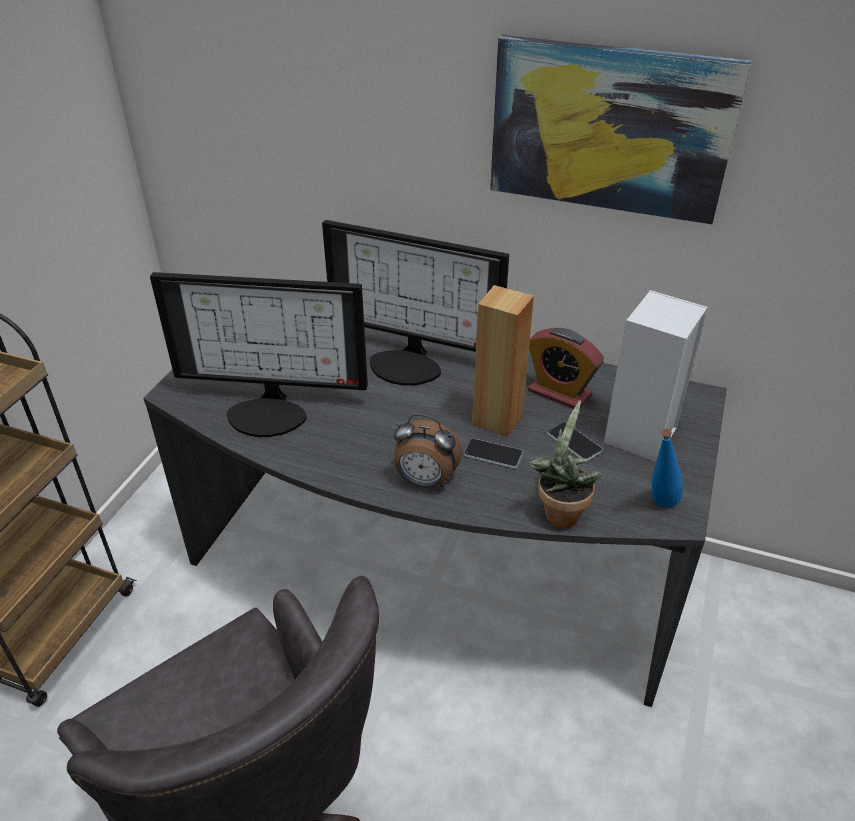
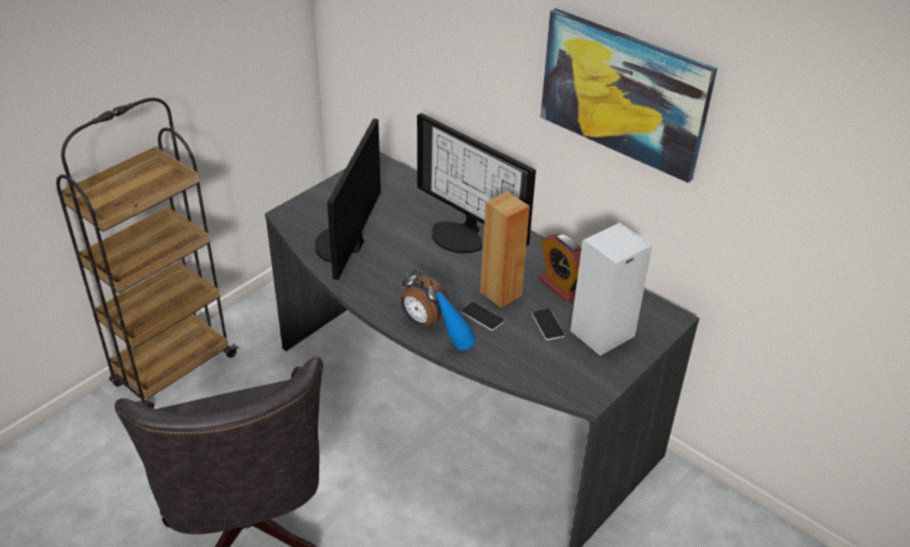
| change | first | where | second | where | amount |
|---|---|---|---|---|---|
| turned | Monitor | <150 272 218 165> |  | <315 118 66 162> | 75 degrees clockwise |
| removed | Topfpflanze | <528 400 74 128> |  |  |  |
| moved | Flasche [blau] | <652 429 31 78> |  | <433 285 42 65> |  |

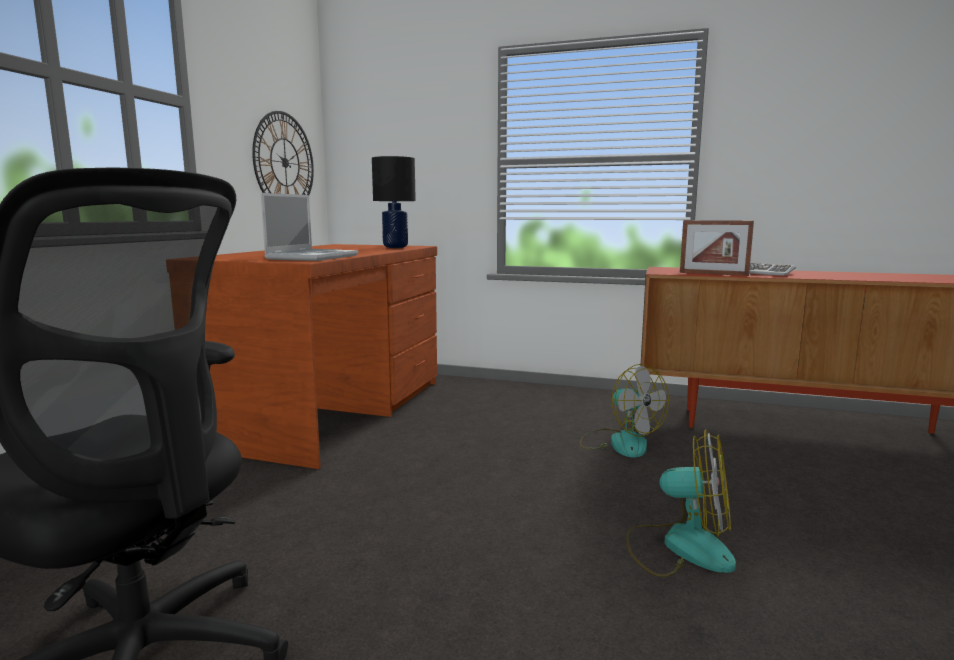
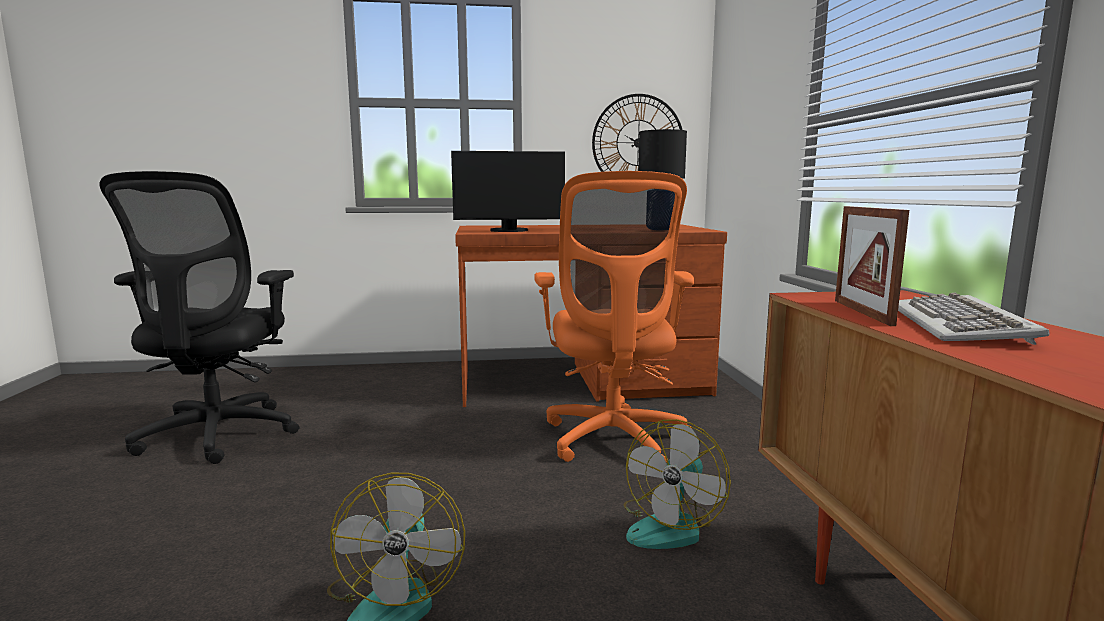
| change | first | where | second | where | amount |
|---|---|---|---|---|---|
| replaced | Laptop | <261 193 97 68> | Monitor | <451 151 114 81> |  |
| added |  |  | Bürostuhl [orange] | <534 171 160 292> |  |

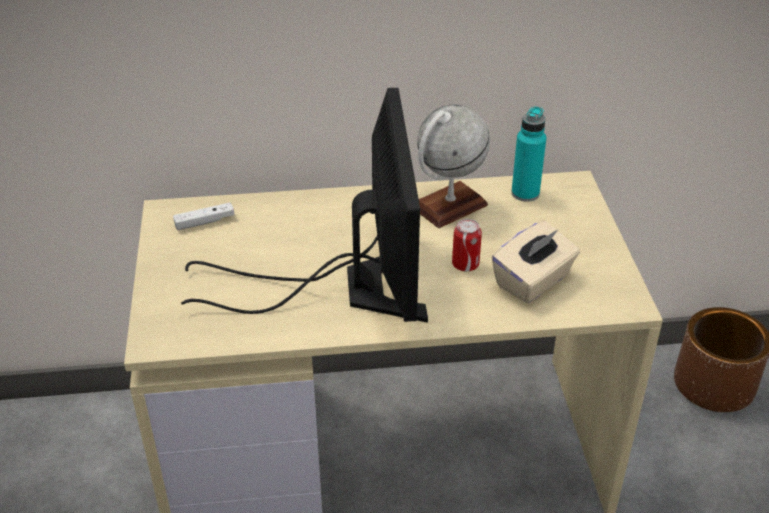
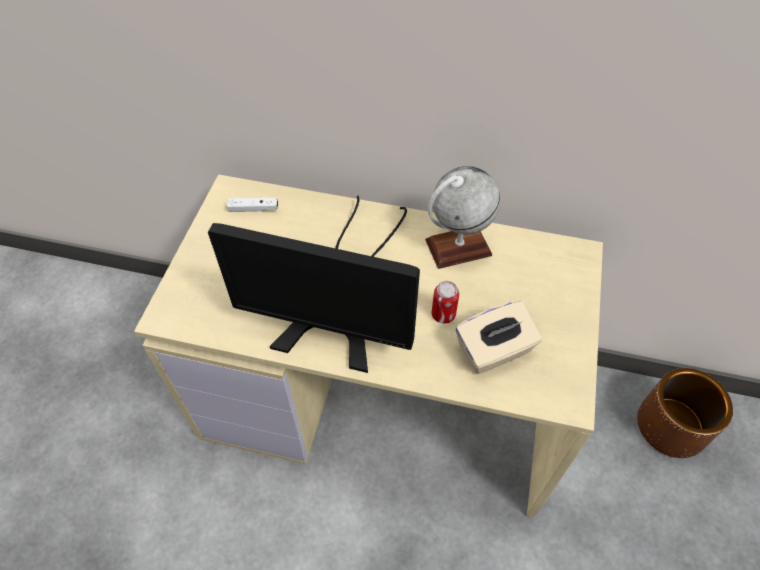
| change | first | where | second | where | amount |
|---|---|---|---|---|---|
| turned | Monitor | <181 88 247 235> |  | <208 196 212 177> | 90 degrees clockwise |
| removed | Flasche [türkis] | <511 106 35 96> |  |  |  |

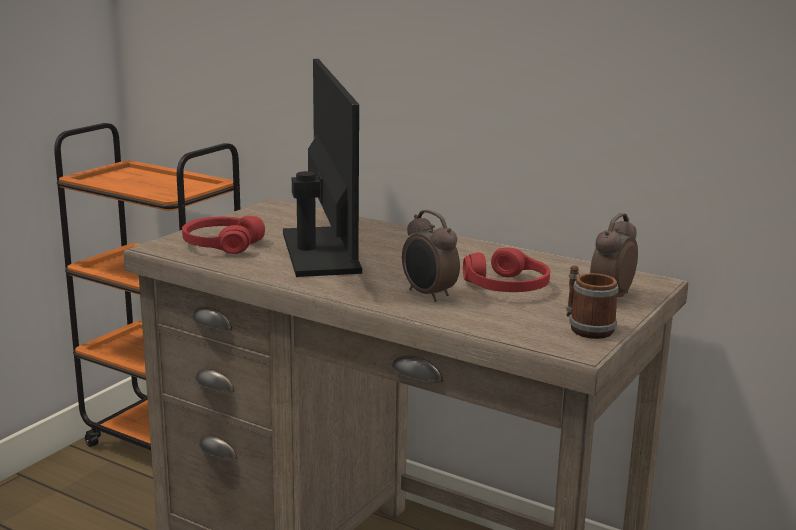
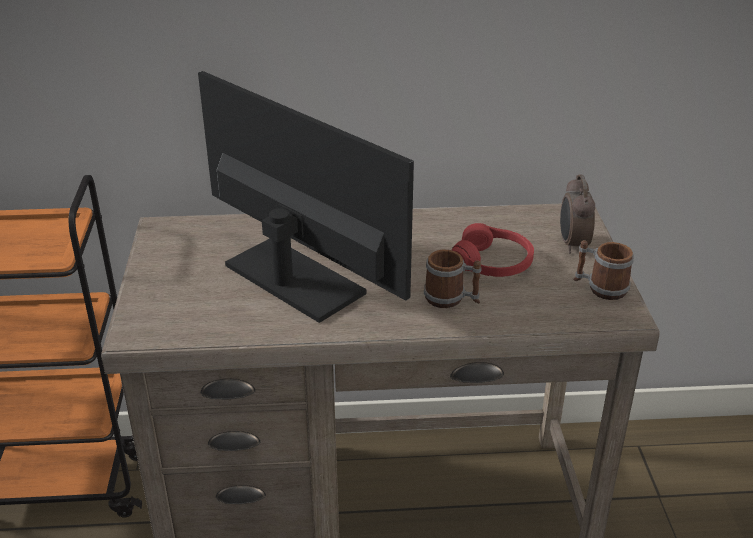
| change | first | where | second | where | amount |
|---|---|---|---|---|---|
| removed | Kopfhörer [rot] | <182 216 83 38> |  |  |  |
| replaced | Wecker | <402 210 58 92> | Henkelbecher | <424 250 58 58> |  |

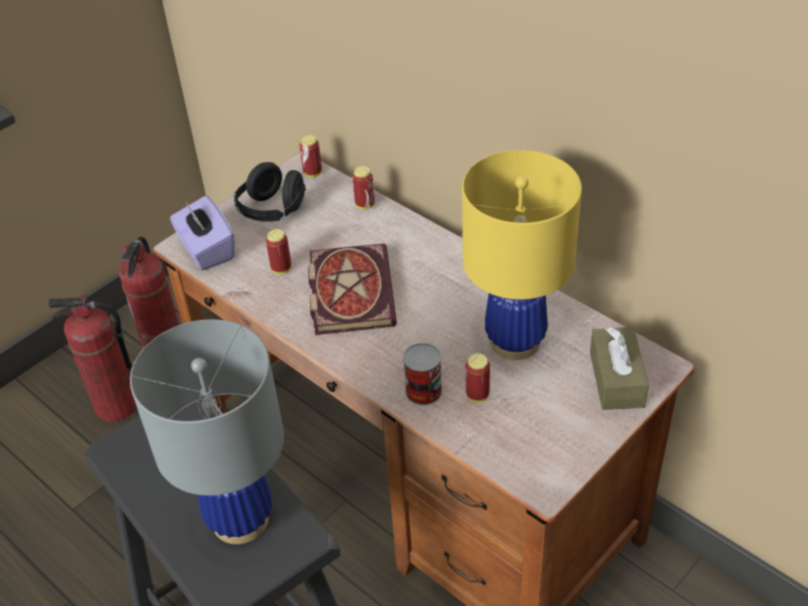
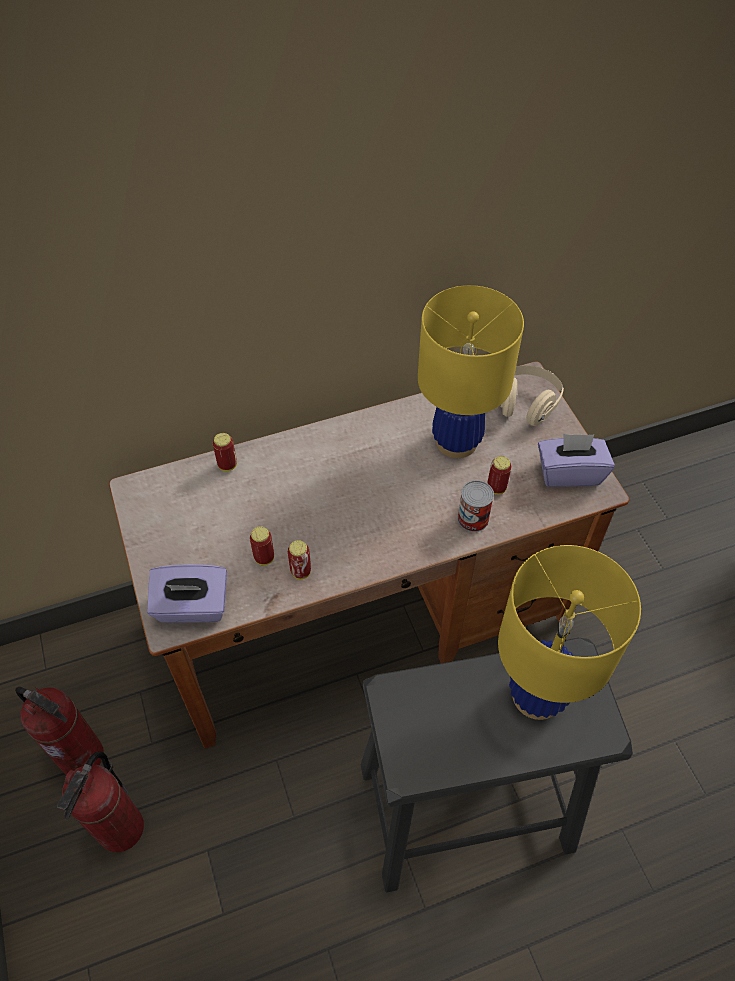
| change | first | where | second | where | amount |
|---|---|---|---|---|---|
| recoloured | Tischlampe [grau] | <130 319 154 225> | Tischlampe [gelb] | <498 545 143 175> |  |
| removed | Kopfhörer [schwarz] | <234 162 72 60> |  |  |  |
| moved | Dose | <299 135 23 42> |  | <288 540 23 40> |  |
| removed | Buch | <308 243 89 92> |  |  |  |
| replaced | Taschentuchbox [braun] | <590 327 59 83> | Kopfhörer [beige] | <500 365 64 61> |  |
| added |  |  | Taschentuchbox [lila] | <538 434 77 53> |  |

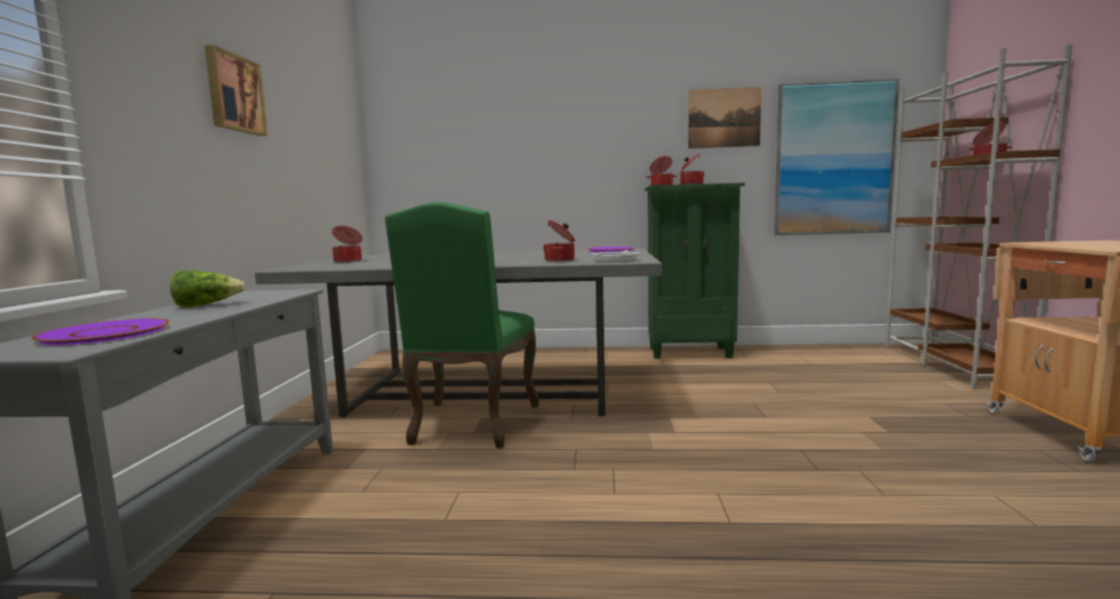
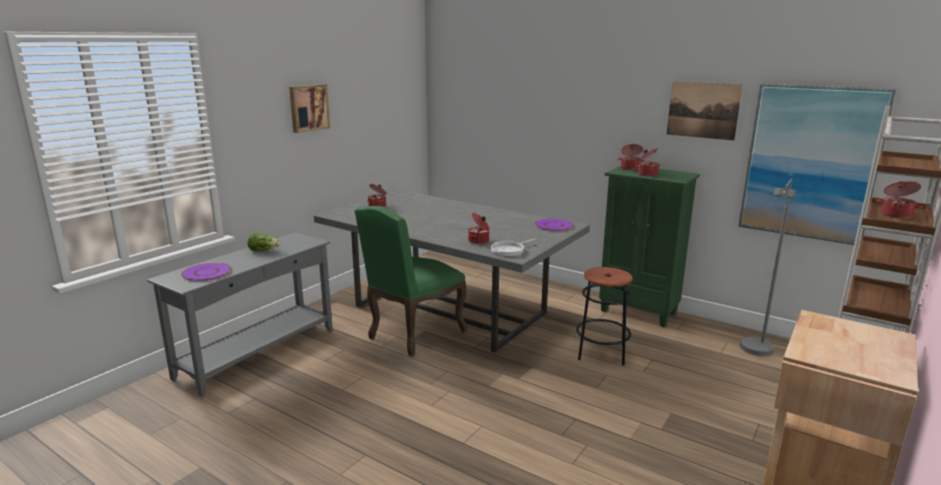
| change | first | where | second | where | amount |
|---|---|---|---|---|---|
| added |  |  | Hocker [schwarz] | <576 267 57 99> |  |
| added |  |  | Stehlampe [grau] | <740 179 56 178> |  |

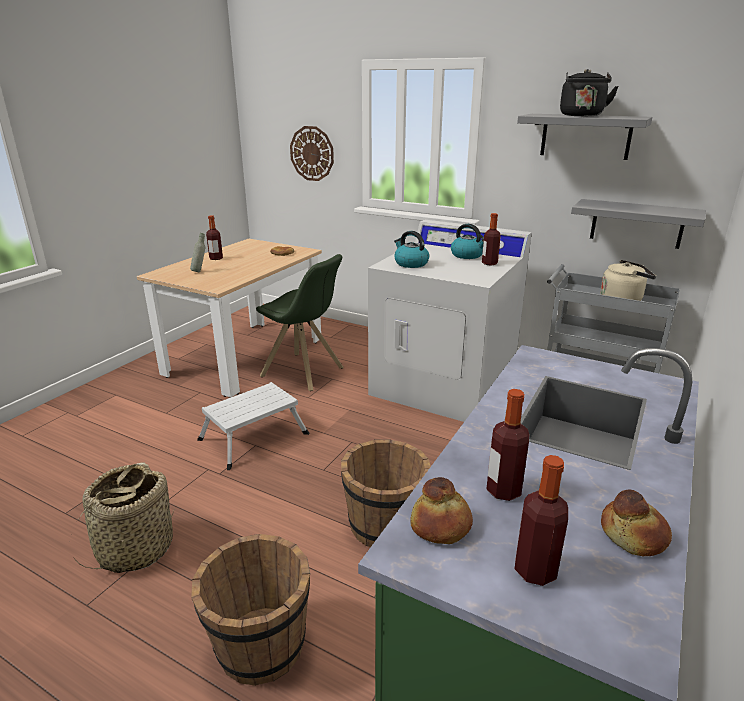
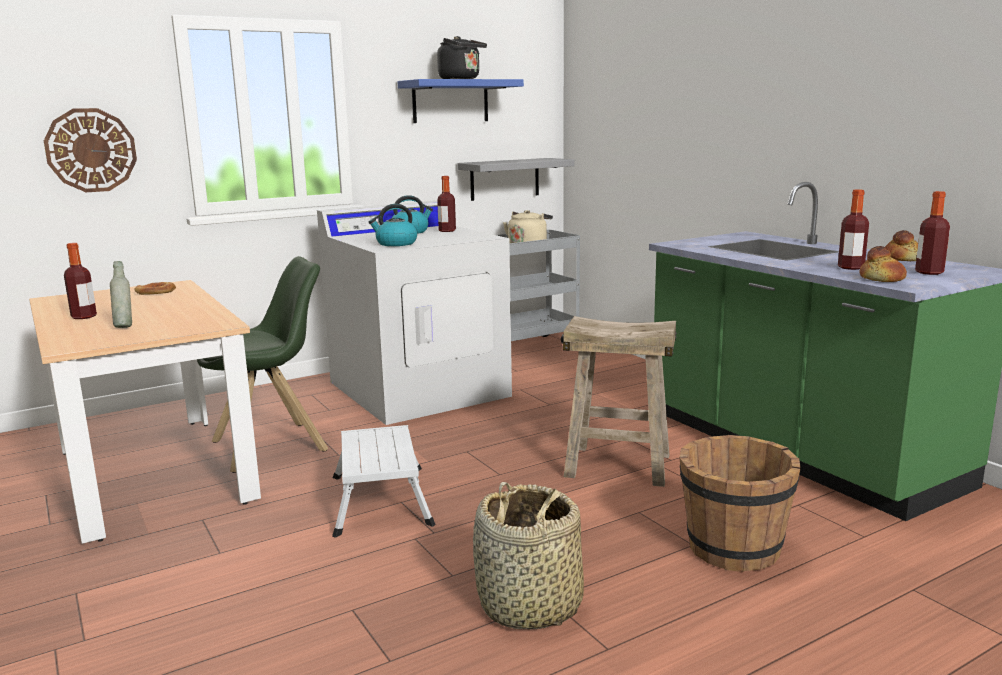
| change | first | where | second | where | amount |
|---|---|---|---|---|---|
| replaced | Eimer [braun] | <341 439 90 108> | Hocker [beige] | <562 316 115 171> |  |
| recoloured | Wandregal [grau] | <517 114 135 46> | Wandregal [blau] | <398 79 126 44> |  |

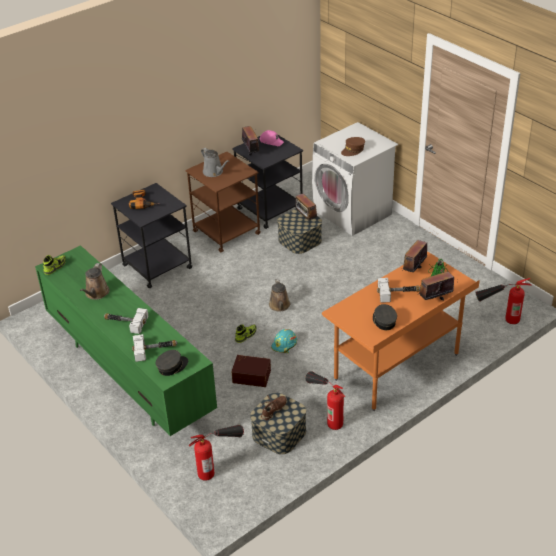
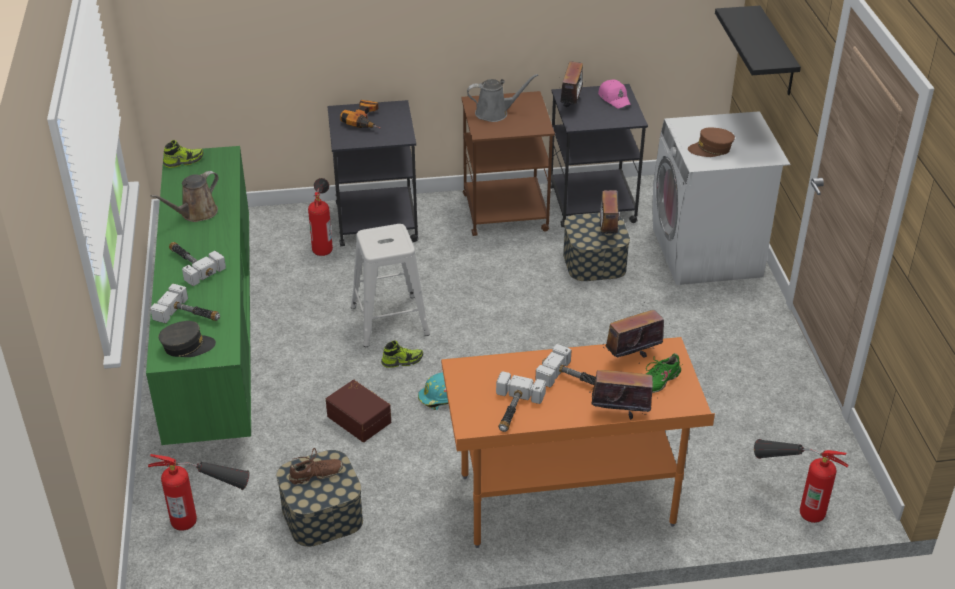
| change | first | where | second | where | amount |
|---|---|---|---|---|---|
| turned | Gießkanne [grau] | <201 148 28 29> |  | <467 74 71 48> | 90 degrees counterclockwise |
| removed | Gießkanne [braun] | <269 279 21 32> |  |  |  |
| moved | Feuerlöscher | <305 371 40 59> |  | <308 178 25 78> |  |
| replaced | Kappe [grau] | <373 304 24 26> | Hammer | <496 371 50 61> |  |
| added |  |  | Hocker [weiß] | <351 224 79 123> |  |
| added |  |  | Wandregal [schwarz] | <715 6 86 89> |  |

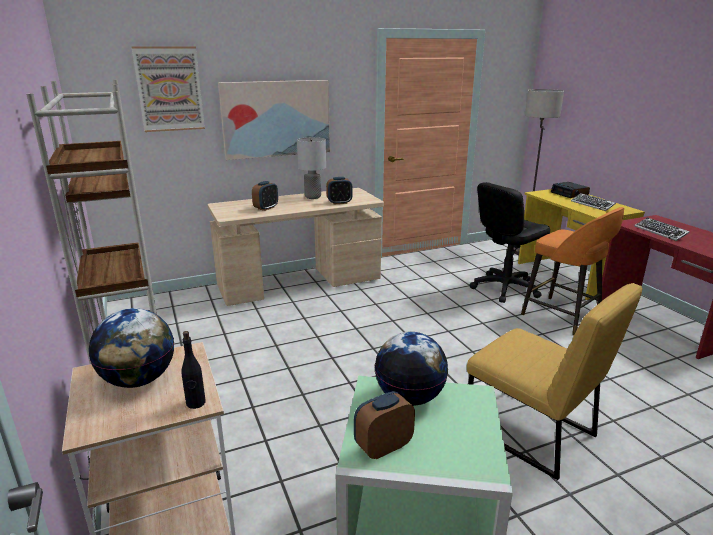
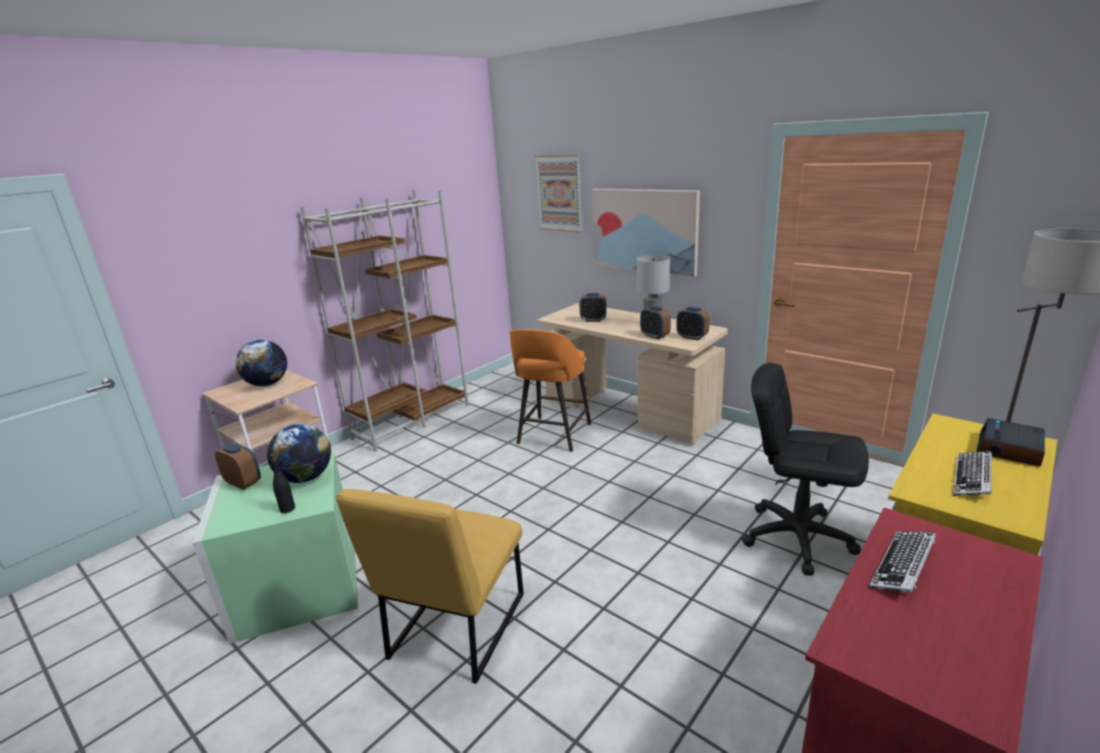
| change | first | where | second | where | amount |
|---|---|---|---|---|---|
| moved | Flasche [schwarz] | <181 331 25 78> |  | <270 454 25 59> |  |
| moved | Hocker [orange] | <521 207 103 128> |  | <510 329 81 123> |  |
| added |  |  | Wecker | <676 307 34 33> |  |

